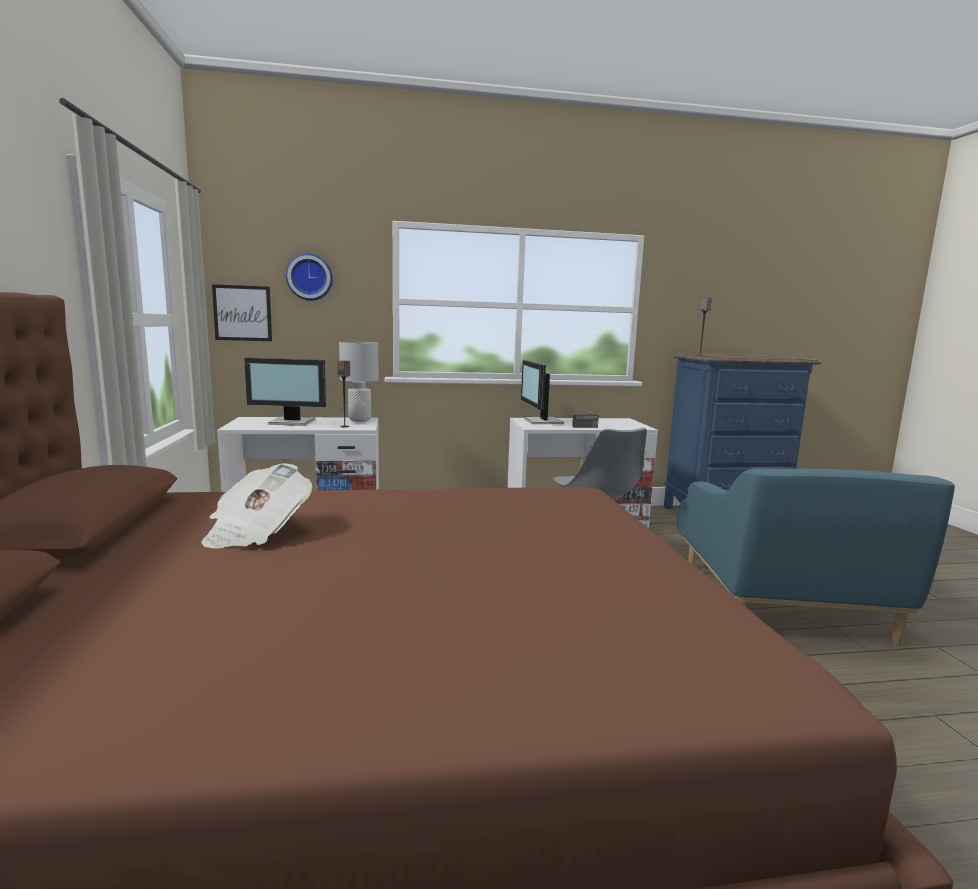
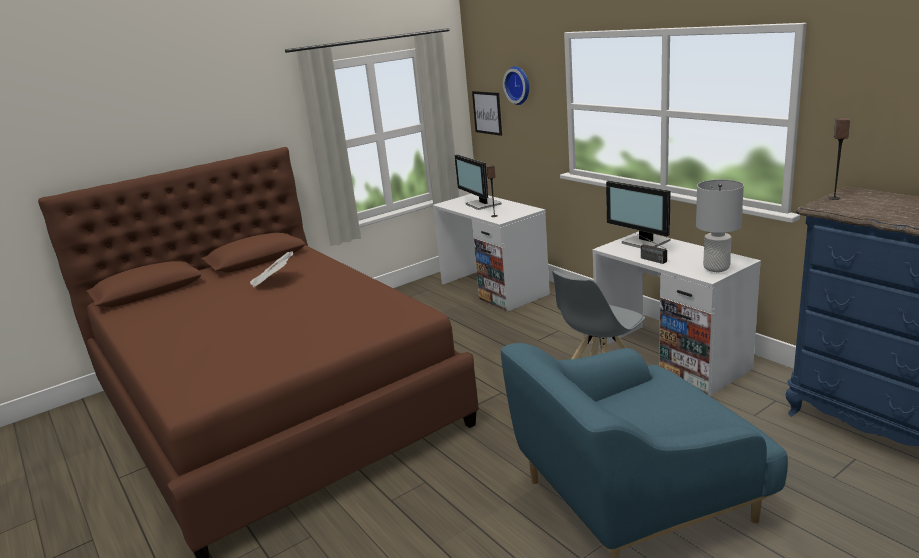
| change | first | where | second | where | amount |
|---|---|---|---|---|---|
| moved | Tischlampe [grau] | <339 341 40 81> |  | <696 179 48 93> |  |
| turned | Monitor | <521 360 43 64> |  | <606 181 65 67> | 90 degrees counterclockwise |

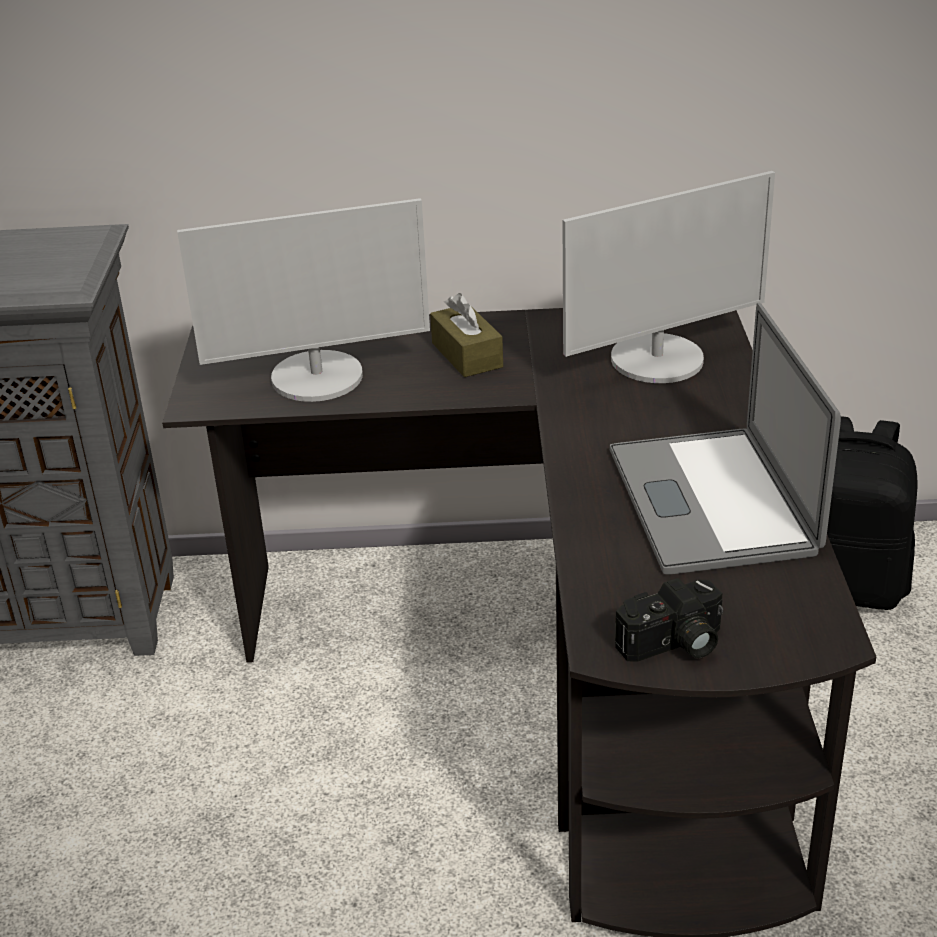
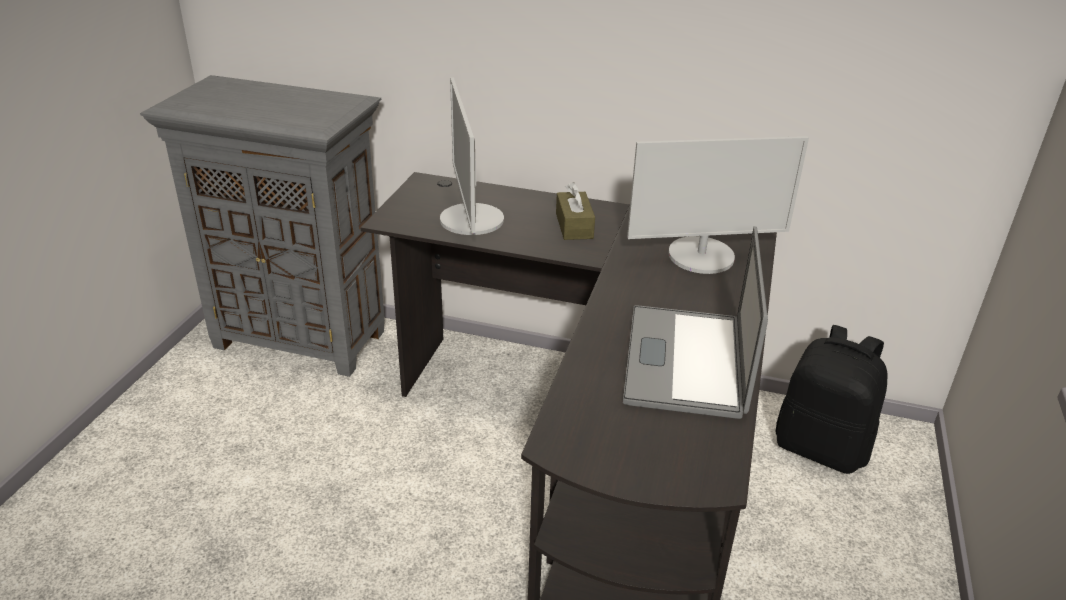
| change | first | where | second | where | amount |
|---|---|---|---|---|---|
| turned | Monitor | <177 198 253 204> |  | <440 77 64 158> | 75 degrees clockwise |
| removed | Kamera | <615 578 108 84> |  |  |  |

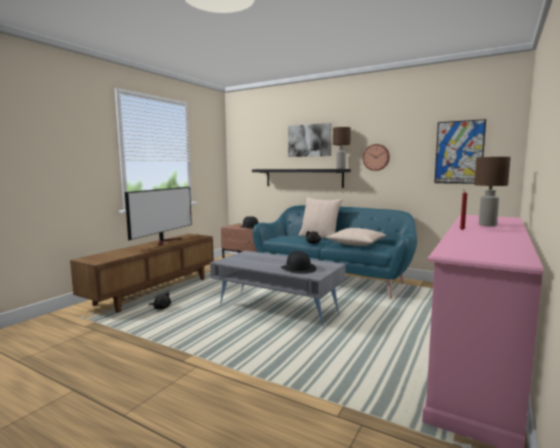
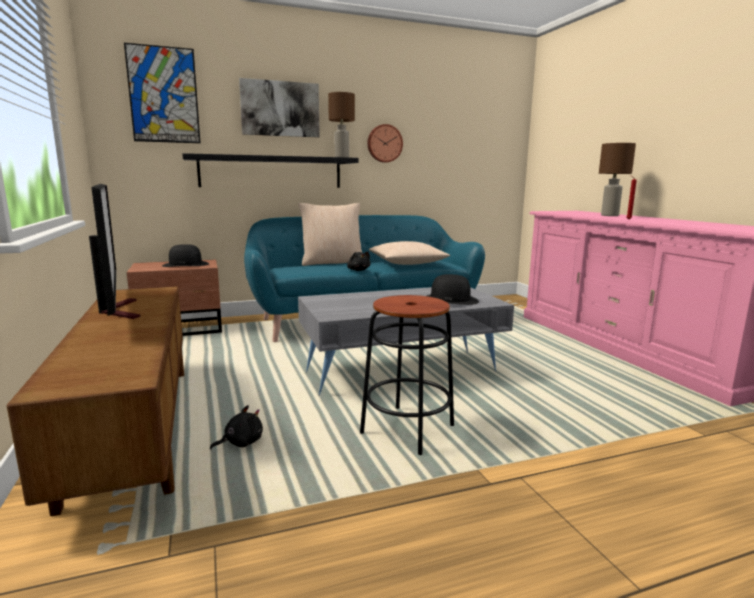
| change | first | where | second | where | amount |
|---|---|---|---|---|---|
| moved | Bild | <434 119 52 65> |  | <124 43 76 100> |  |
| added |  |  | Hocker [schwarz] | <360 295 94 160> |  |

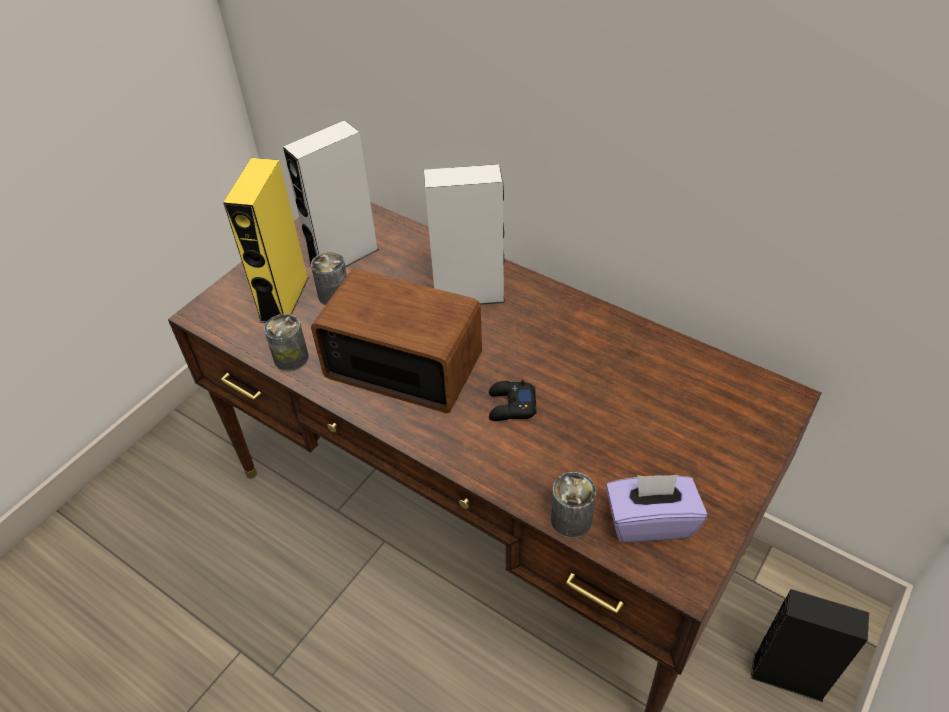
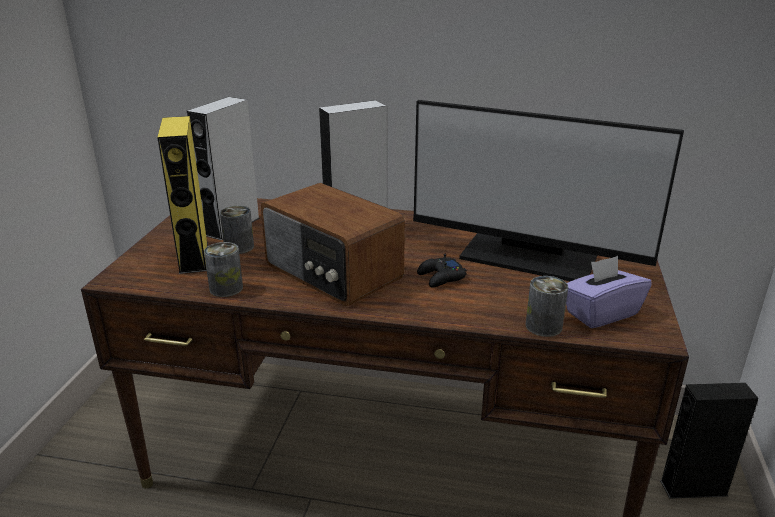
| change | first | where | second | where | amount |
|---|---|---|---|---|---|
| turned | Radio | <311 269 171 144> |  | <261 183 144 123> | 135 degrees counterclockwise |
| added |  |  | Monitor | <413 100 271 181> |  |

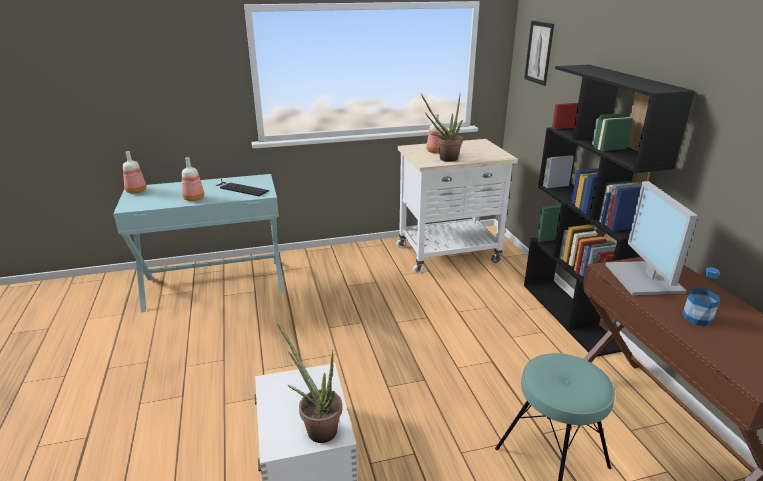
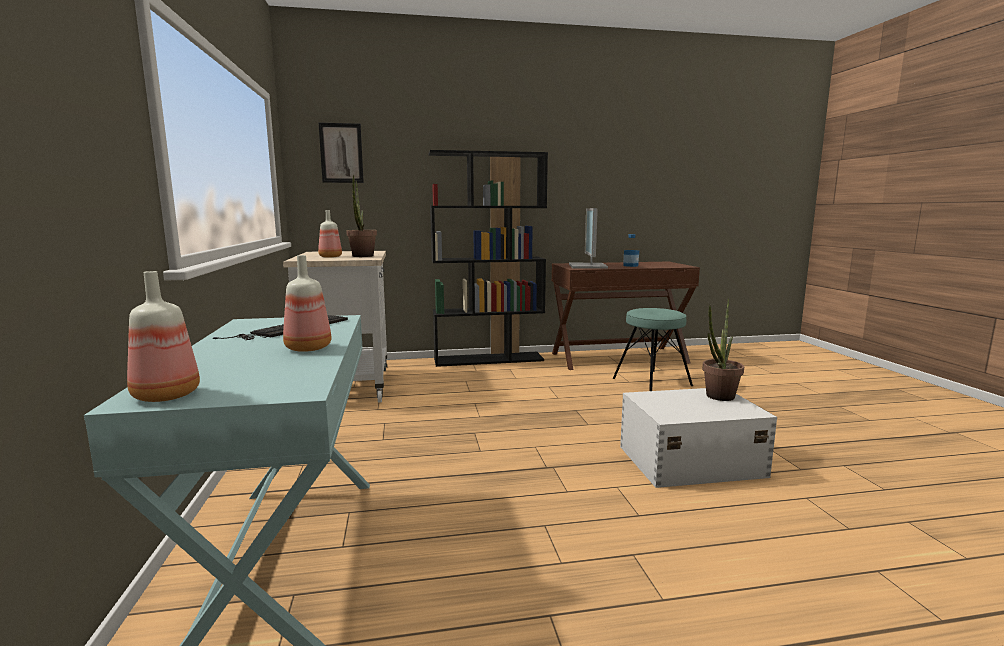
| change | first | where | second | where | amount |
|---|---|---|---|---|---|
| turned | Monitor | <605 181 93 114> |  | <569 208 39 61> | 90 degrees clockwise |

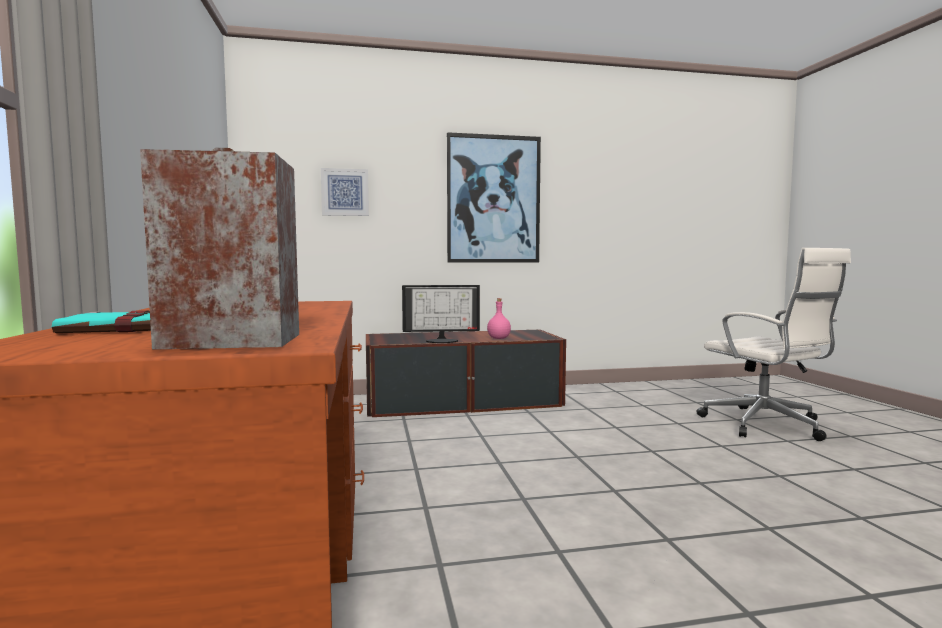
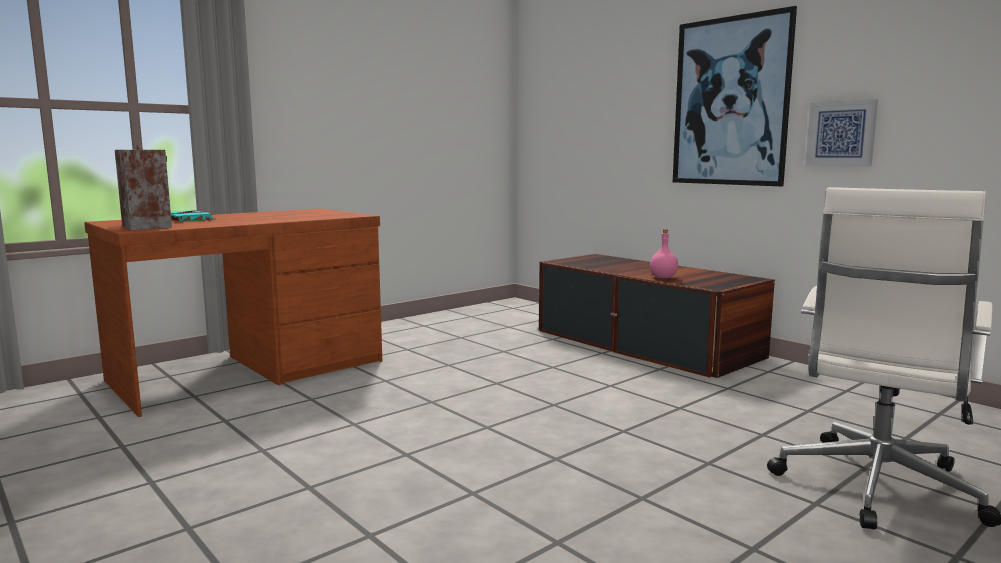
| change | first | where | second | where | amount |
|---|---|---|---|---|---|
| moved | Bild | <321 168 48 48> |  | <805 99 73 67> |  |
| removed | Monitor | <402 285 78 58> |  |  |  |

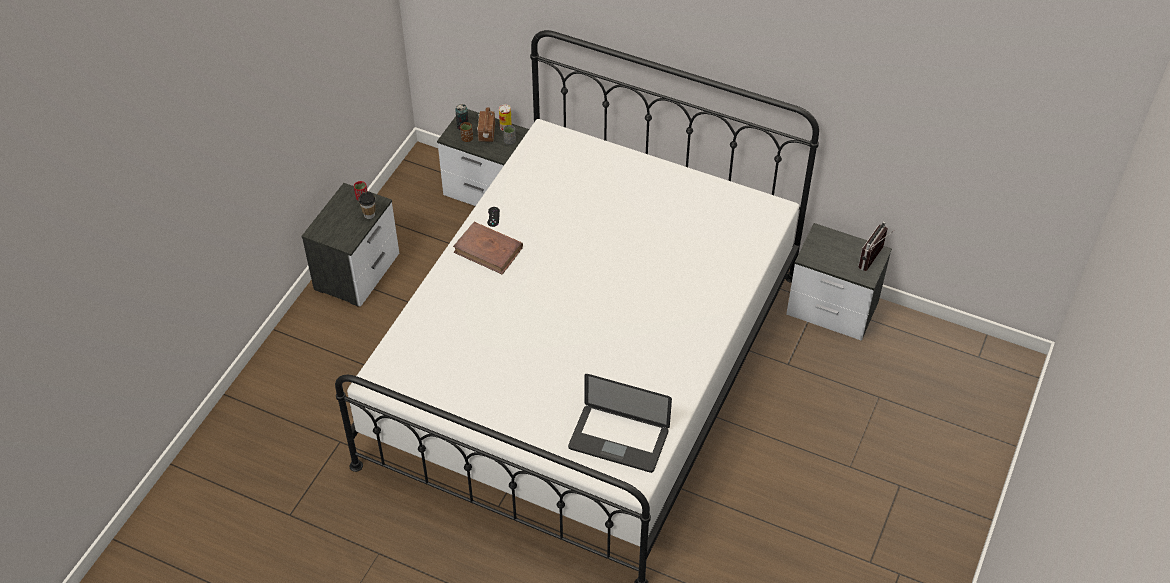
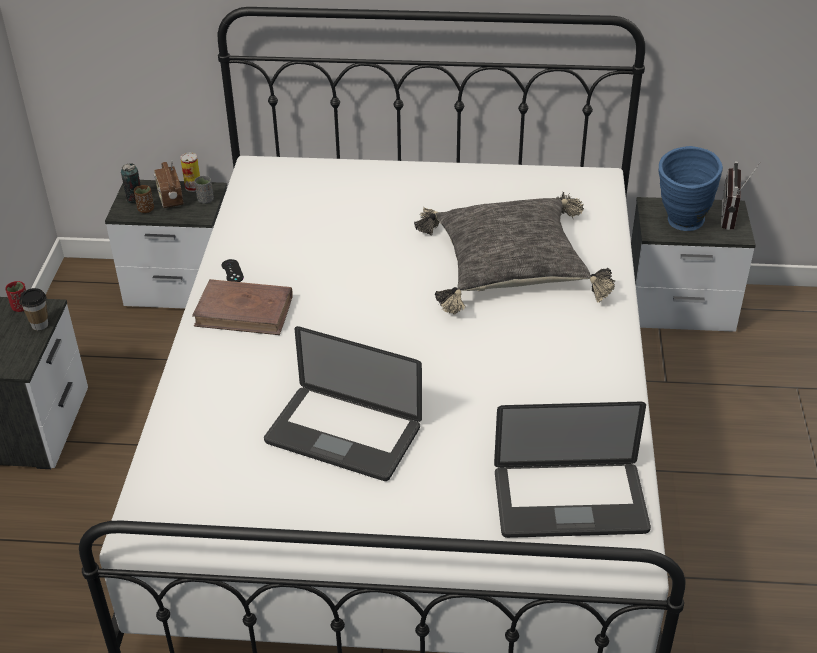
| change | first | where | second | where | amount |
|---|---|---|---|---|---|
| added |  |  | Laptop | <264 326 158 155> |  |
| added |  |  | Kissen | <414 192 201 122> |  |
| added |  |  | Vase [blau] | <659 146 64 85> |  |

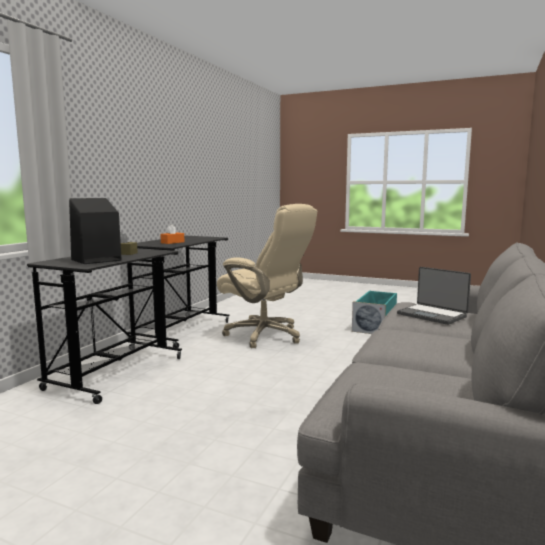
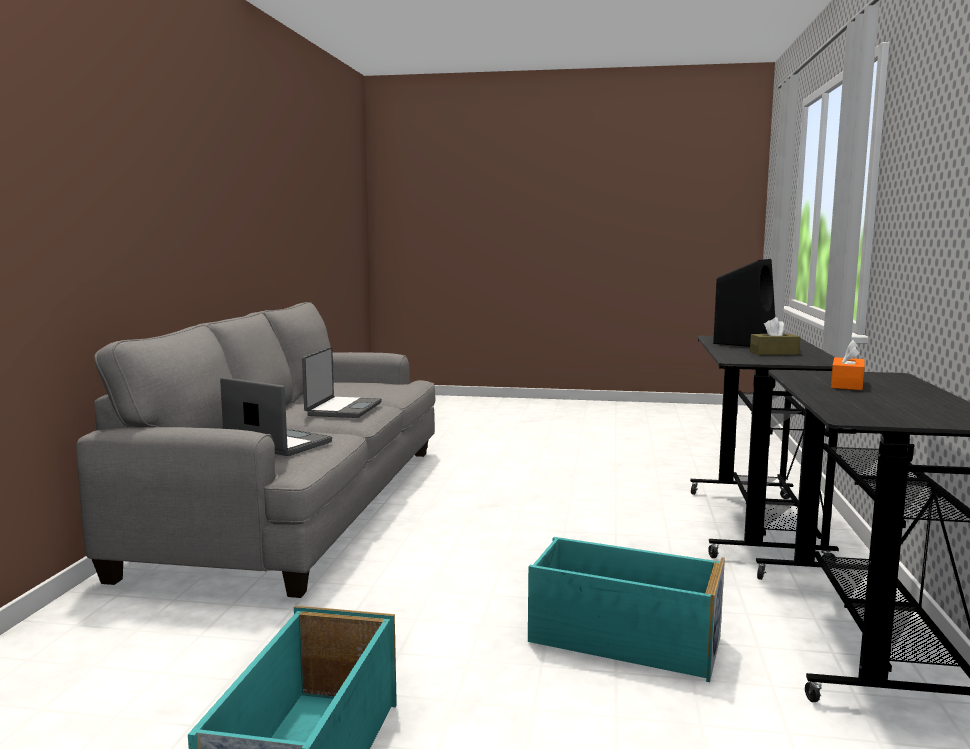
| change | first | where | second | where | amount |
|---|---|---|---|---|---|
| replaced | Bürostuhl [beige] | <217 204 100 144> | Aufbewahrungsbox [türkis] | <528 537 197 145> |  |
| added |  |  | Laptop | <302 347 80 71> |  |

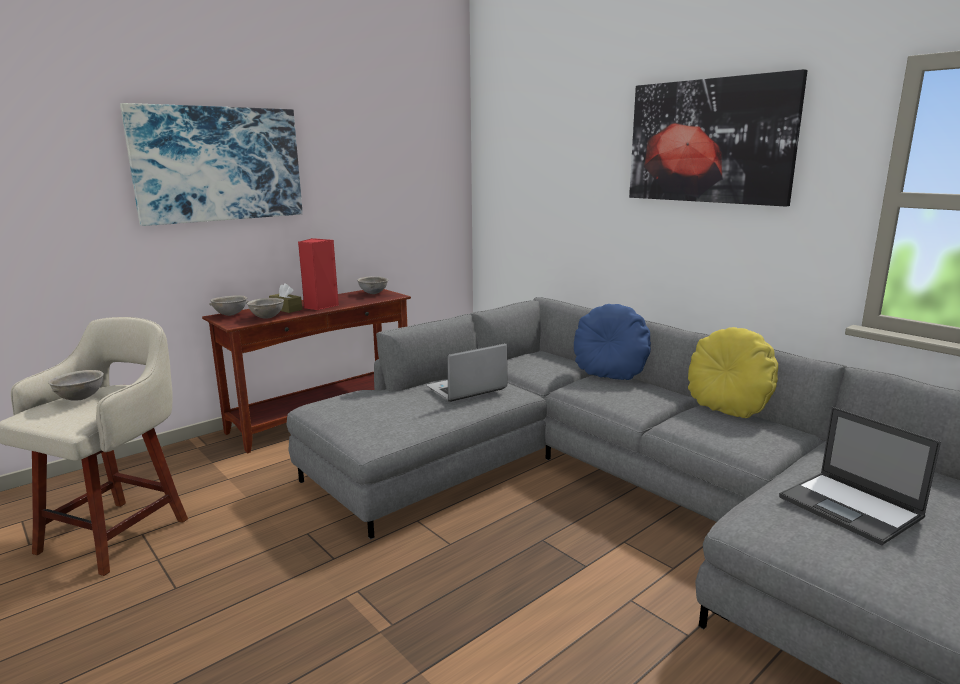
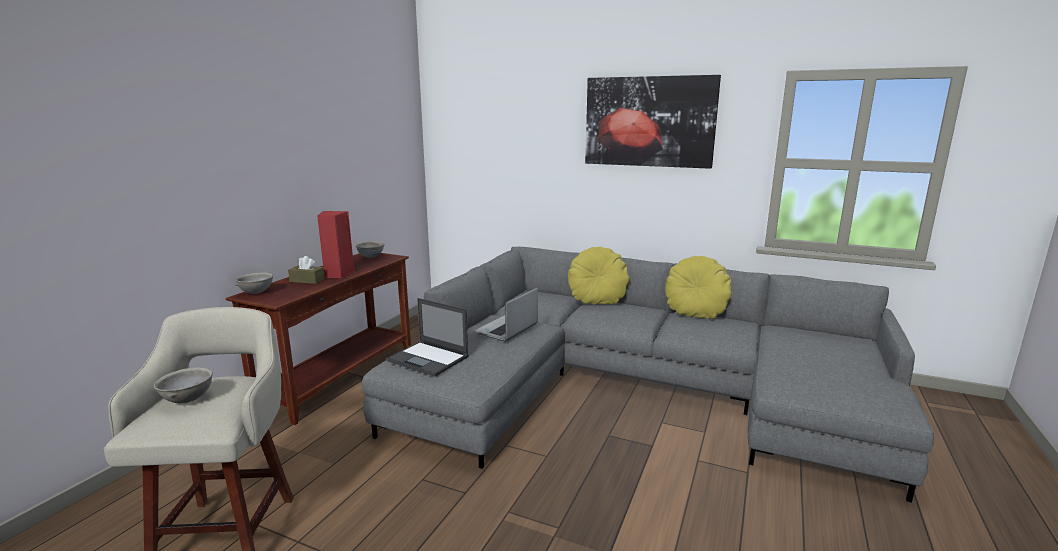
| change | first | where | second | where | amount |
|---|---|---|---|---|---|
| removed | Bild | <120 103 183 123> |  |  |  |
| removed | Schüssel [grau] | <247 298 37 21> |  |  |  |
| recoloured | Kissen [blau] | <574 304 77 76> | Kissen [gelb] | <568 247 62 57> |  |
| moved | Laptop | <779 407 162 138> |  | <386 298 83 79> |  |

